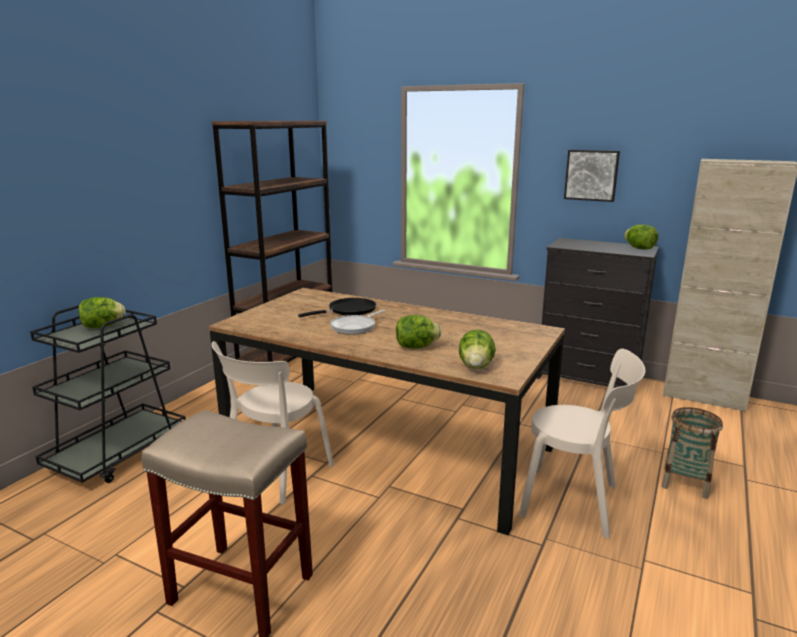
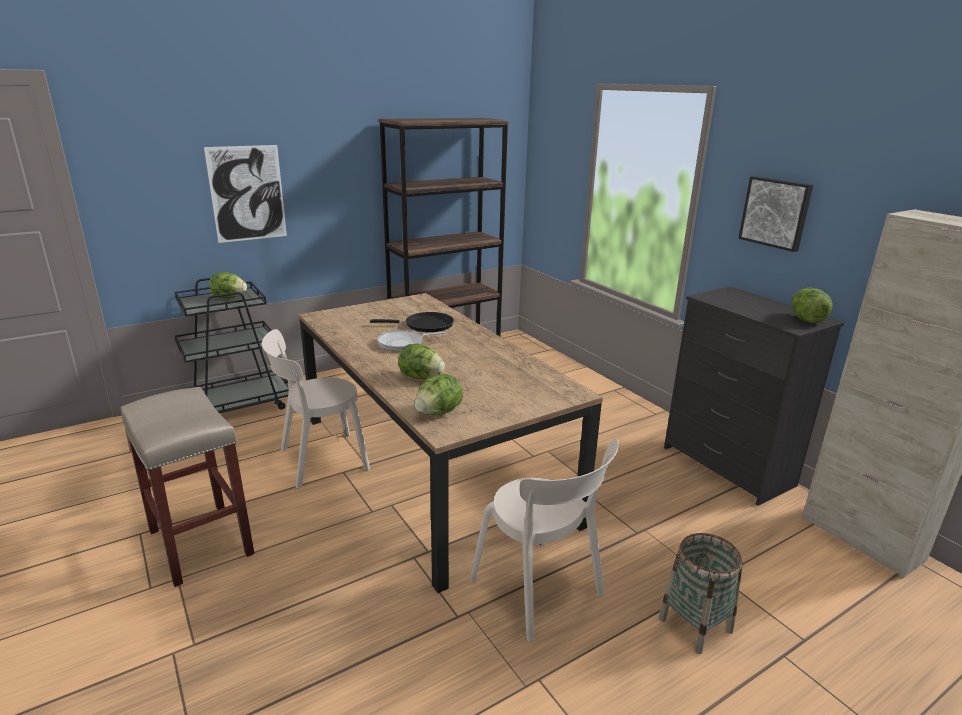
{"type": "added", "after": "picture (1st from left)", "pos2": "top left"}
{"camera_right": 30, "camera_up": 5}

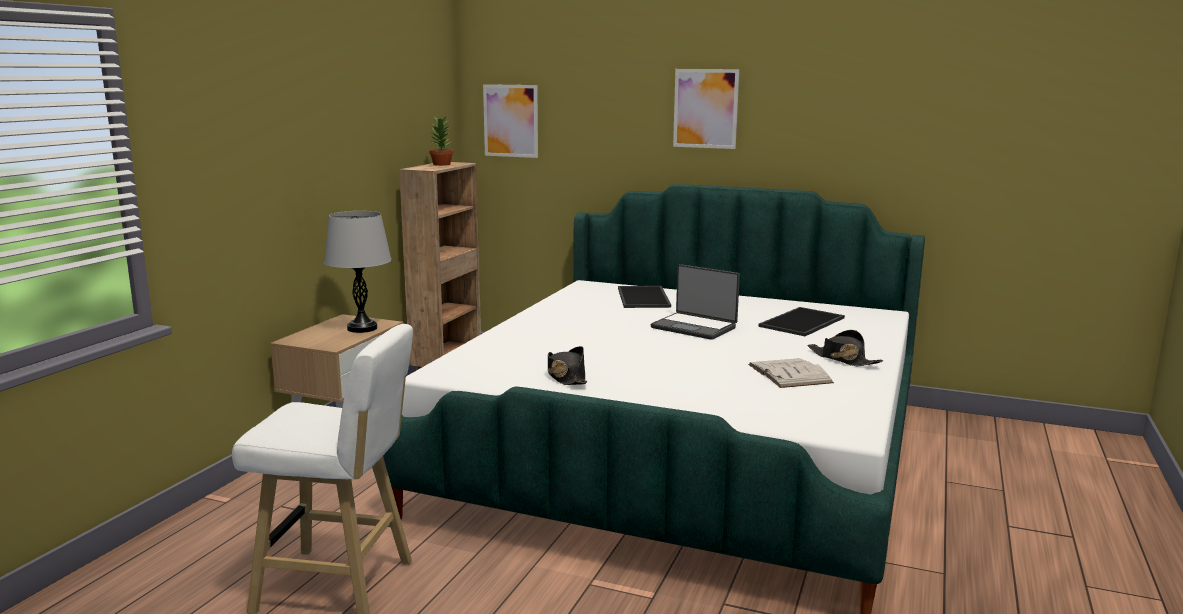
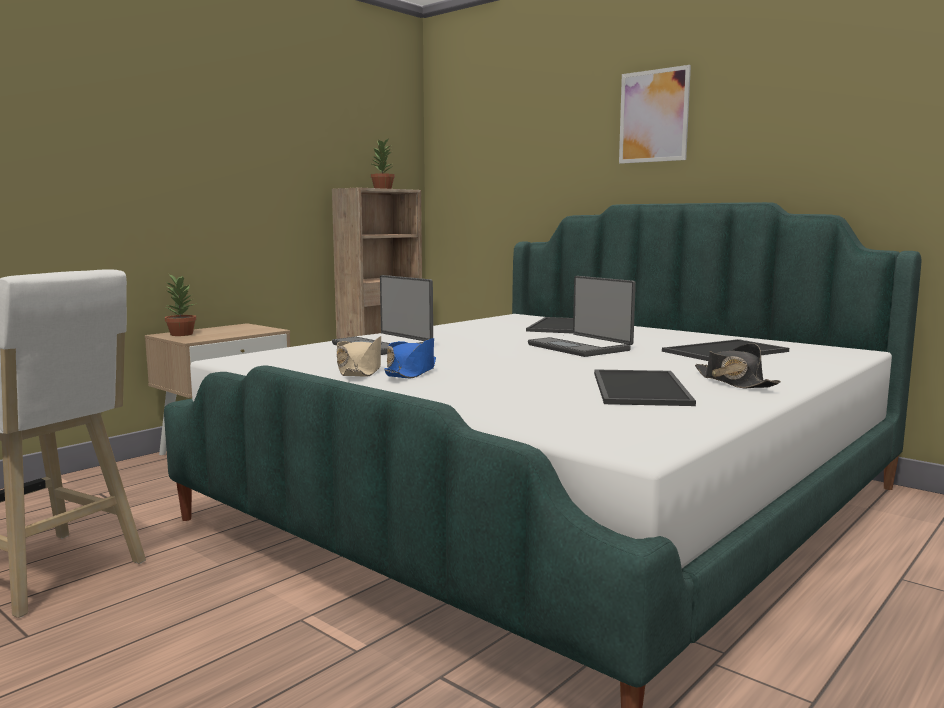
{"type": "removed", "before": "table lamp/gray", "pos1": "middle left"}
{"type": "removed", "before": "picture (1st from left)", "pos1": "top centre"}
{"type": "added", "after": "plant in a pot (1st from left)", "pos2": "middle left"}
{"type": "added", "after": "laptop (1st from left)", "pos2": "centre"}
{"type": "added", "after": "hat/bluish", "pos2": "centre"}
{"type": "replaced", "before": "book/whitish", "after": "tray (2nd from left)", "pos1": "middle right", "pos2": "middle right"}
{"type": "recoloured", "before": "hat/black-coloured (1st from left)", "after": "hat/beige-coloured", "pos1": "centre", "pos2": "centre"}
{"camera_right": 20, "camera_up": -5}

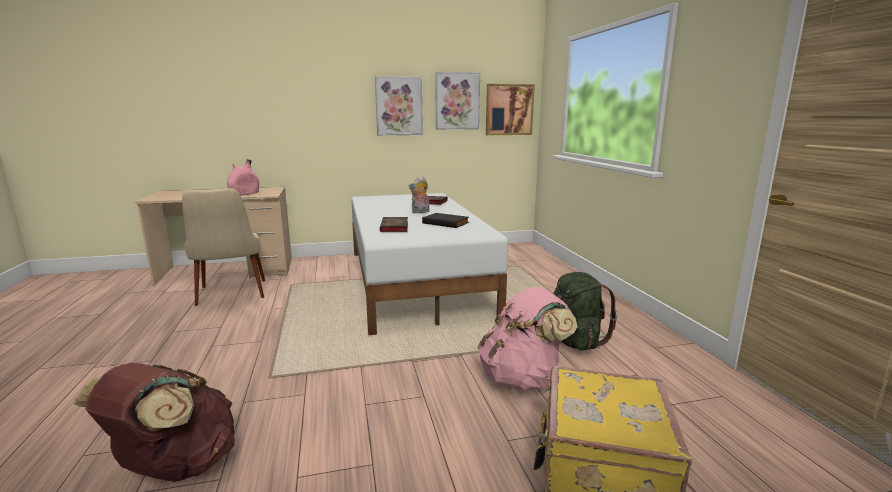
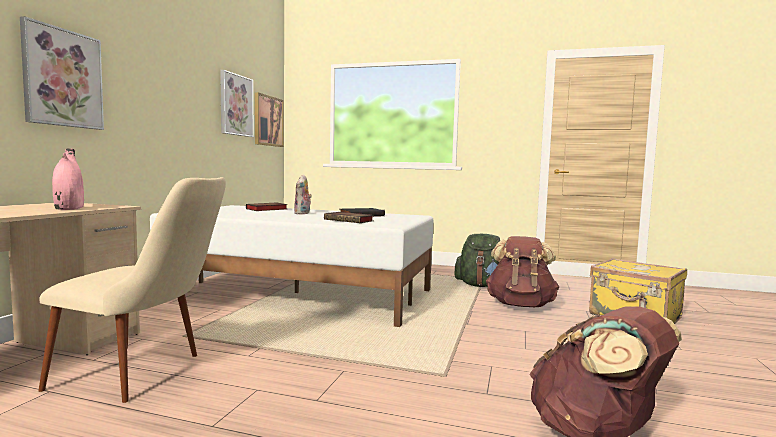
{"type": "moved", "before": "picture (1st from left)", "pos1": "top centre", "pos2": "top left"}
{"type": "recoloured", "before": "rucksack/pink", "after": "rucksack/brown-coloured (1st from left)", "pos1": "bottom centre", "pos2": "middle right"}
{"camera_right": -60, "camera_up": -10}

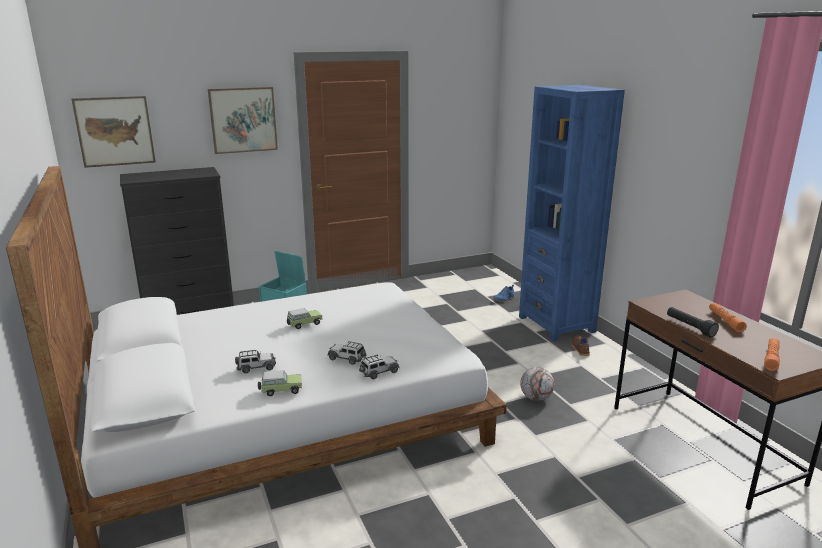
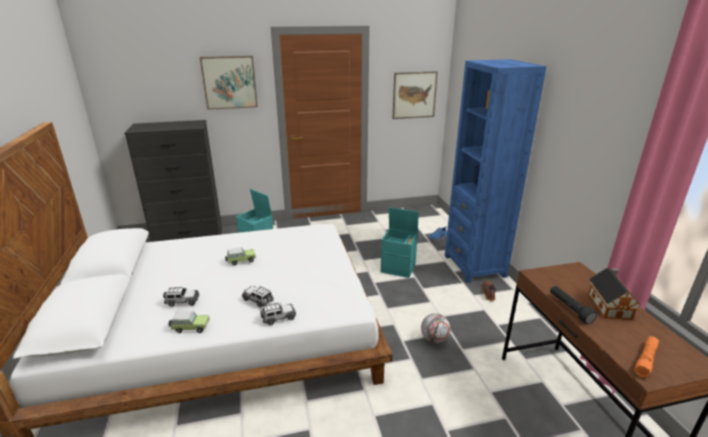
{"type": "added", "after": "storage bin/turquoise-coloured (2nd from left)", "pos2": "centre"}
{"type": "moved", "before": "picture (1st from left in the first image)", "after": "picture (2nd from left)", "pos1": "top left", "pos2": "top centre"}
{"type": "replaced", "before": "flashlight/orangey (1st from left)", "after": "toy house", "pos1": "middle right", "pos2": "bottom right"}
{"camera_right": 10, "camera_up": 5}

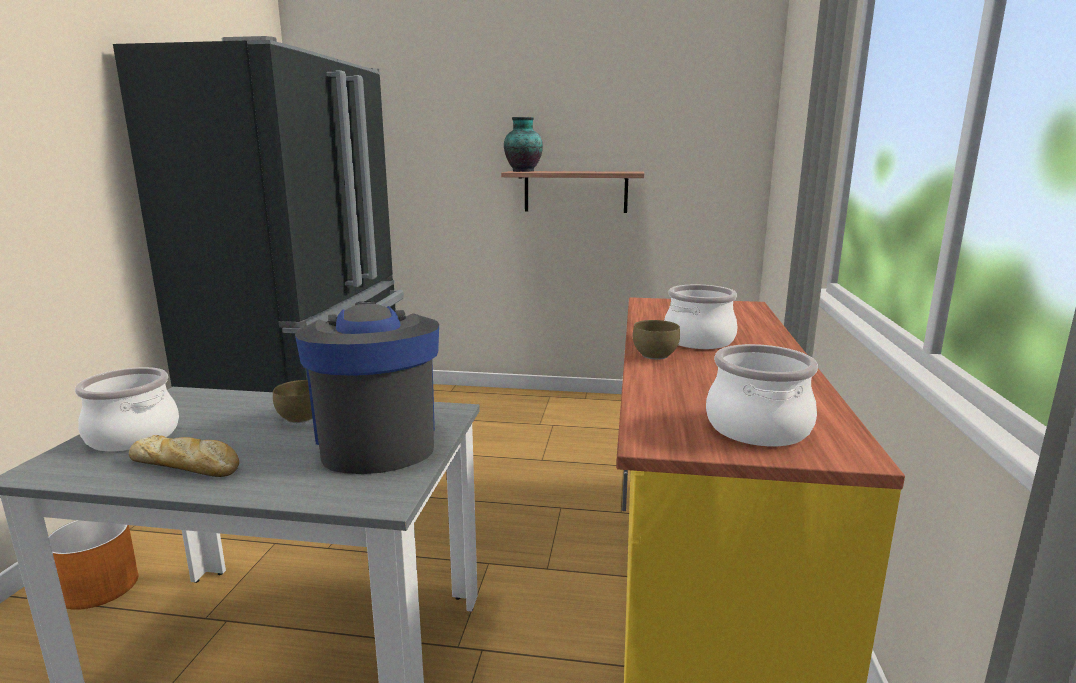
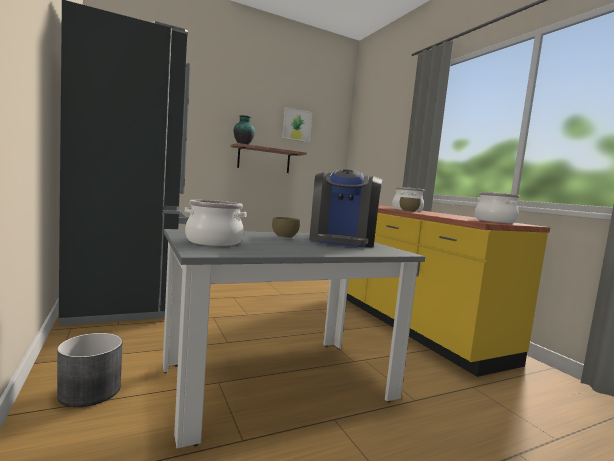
{"type": "removed", "before": "baked bread", "pos1": "bottom left"}
{"type": "added", "after": "picture", "pos2": "top centre"}
{"type": "recoloured", "before": "flower pot/orangey", "after": "flower pot/gray", "pos1": "bottom left", "pos2": "bottom left"}
{"type": "turned", "before": "coffee maker", "pos1": "centre", "pos2": "centre", "turn": -120}
{"camera_right": -35, "camera_up": -10}

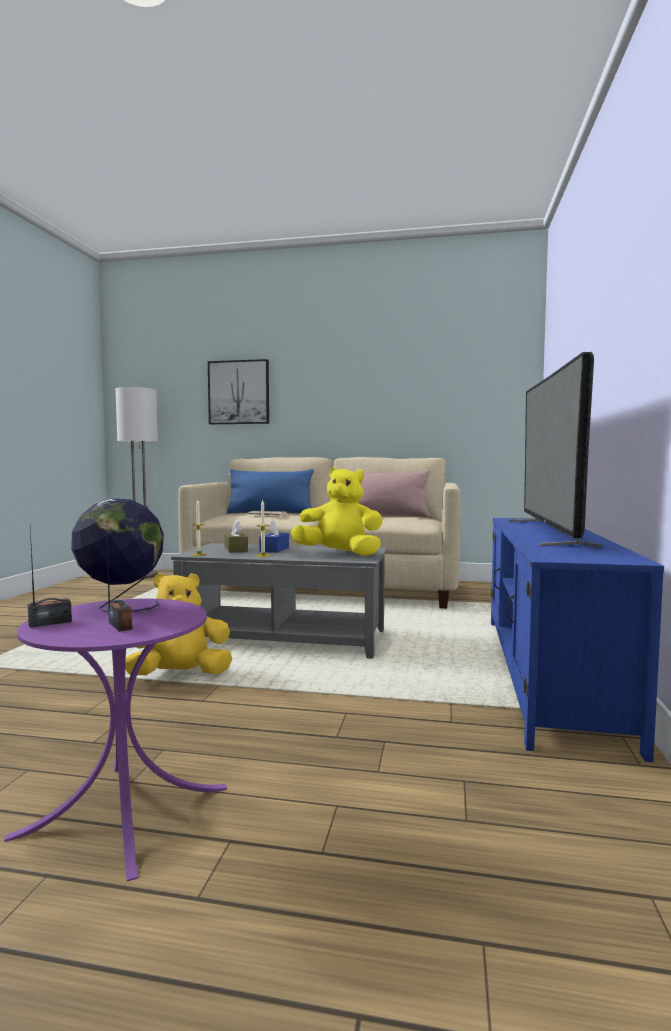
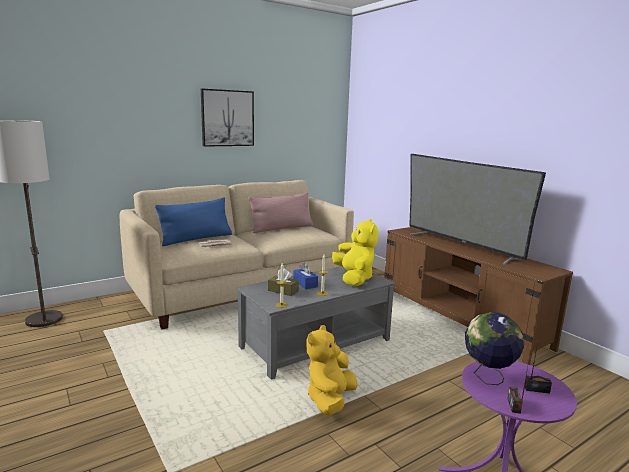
{"type": "moved", "before": "picture", "pos1": "centre", "pos2": "top centre"}
{"type": "recoloured", "before": "tv unit/bluish", "after": "tv unit/brown-coloured", "pos1": "middle right", "pos2": "middle right"}
{"type": "turned", "before": "soft toy/yellow-coloured (2nd from left)", "pos1": "centre", "pos2": "centre", "turn": 105}
{"camera_right": -45, "camera_up": 10}

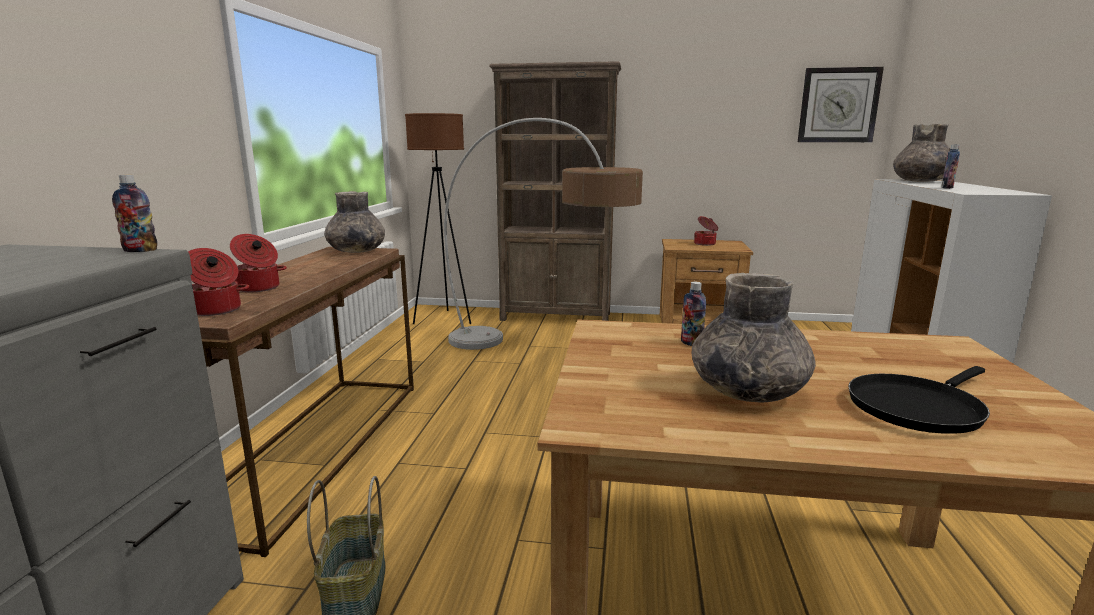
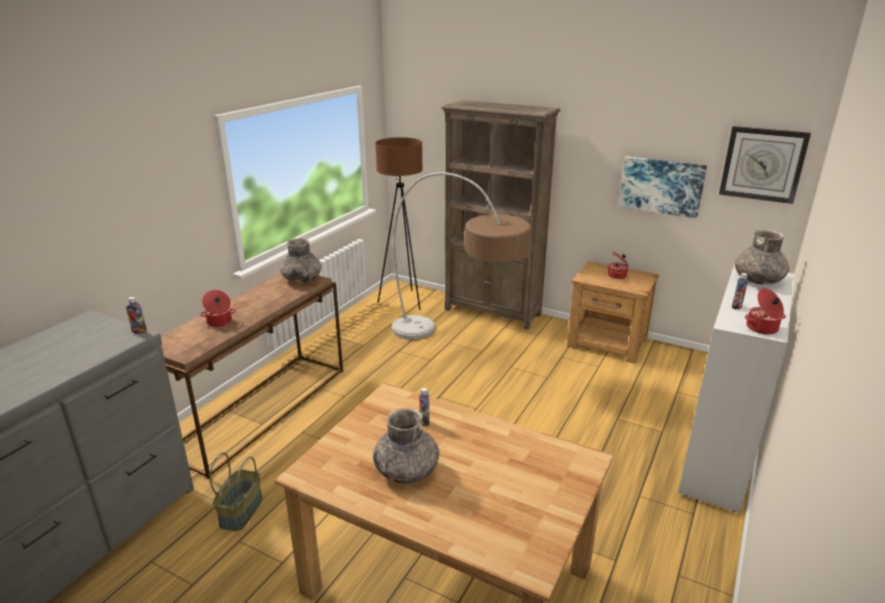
{"type": "removed", "before": "frying pan/black-coloured", "pos1": "middle right"}
{"type": "added", "after": "picture", "pos2": "top right"}
{"type": "moved", "before": "stockpot (1st from left in the first image)", "after": "stockpot (3rd from left)", "pos1": "middle left", "pos2": "middle right"}
{"camera_right": 20, "camera_up": 10}

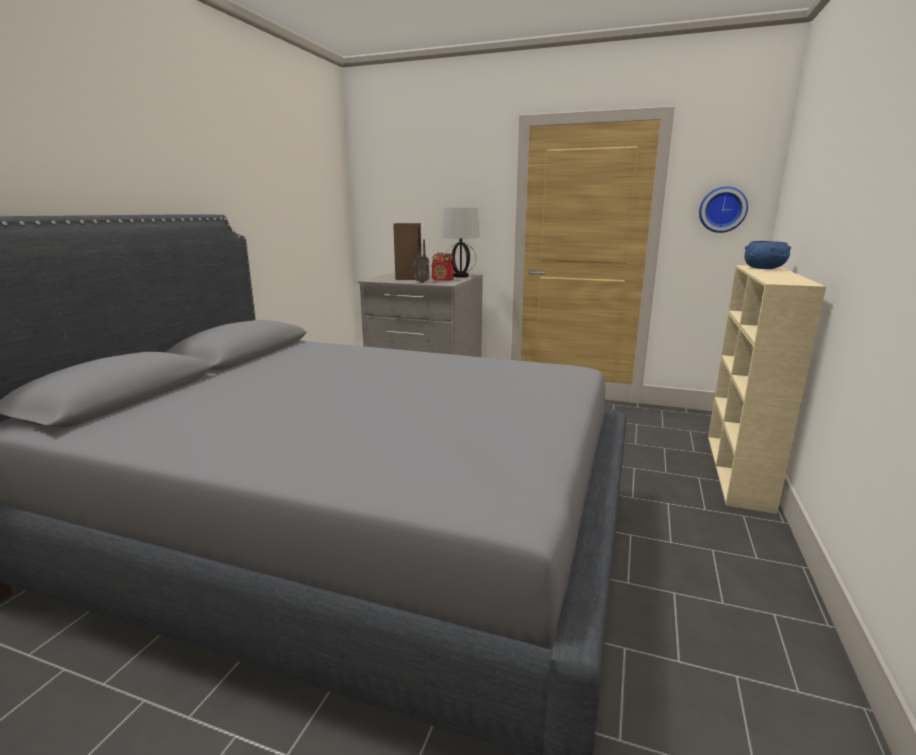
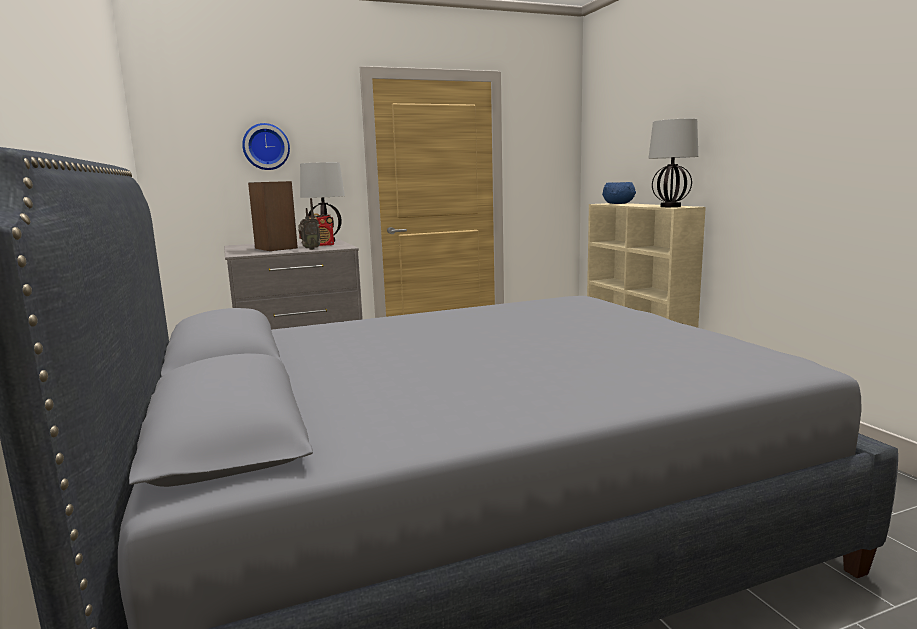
{"type": "added", "after": "table lamp (2nd from left)", "pos2": "top right"}
{"type": "moved", "before": "clock on the wall", "pos1": "top right", "pos2": "top left"}
{"camera_right": -40, "camera_up": -5}

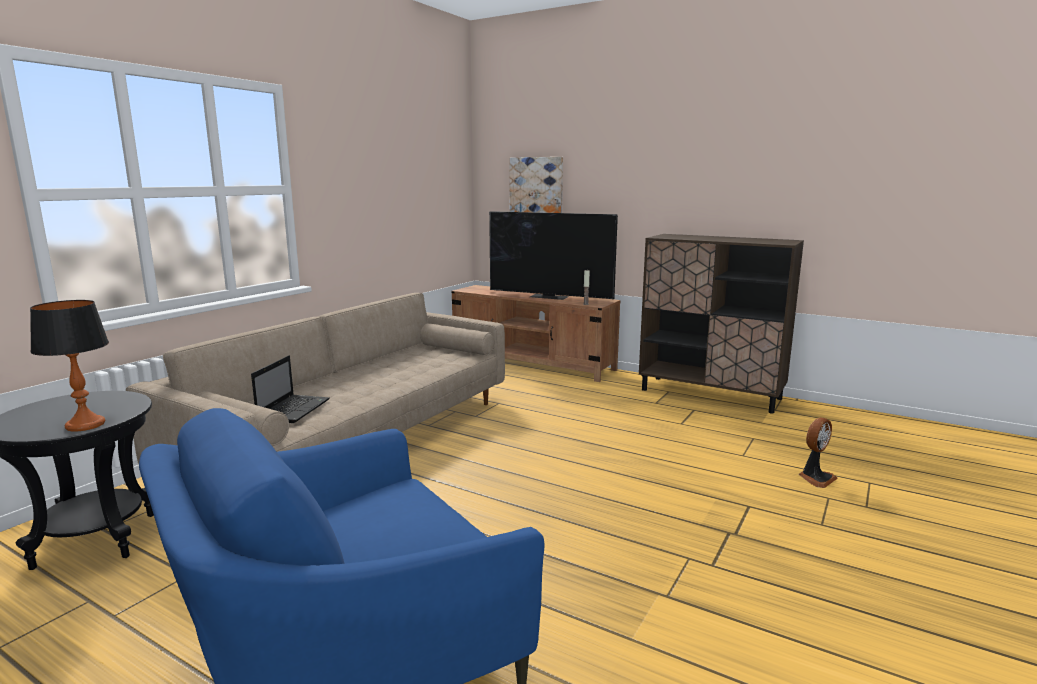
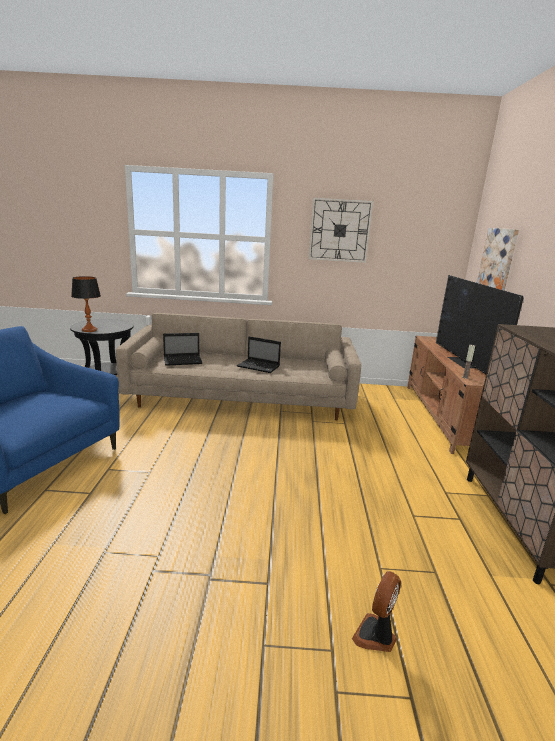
{"type": "added", "after": "laptop (2nd from left)", "pos2": "centre"}
{"type": "added", "after": "clock on the wall", "pos2": "top centre"}
{"type": "turned", "before": "cooling fan", "pos1": "middle right", "pos2": "bottom right", "turn": 105}
{"camera_right": 60, "camera_up": 5}

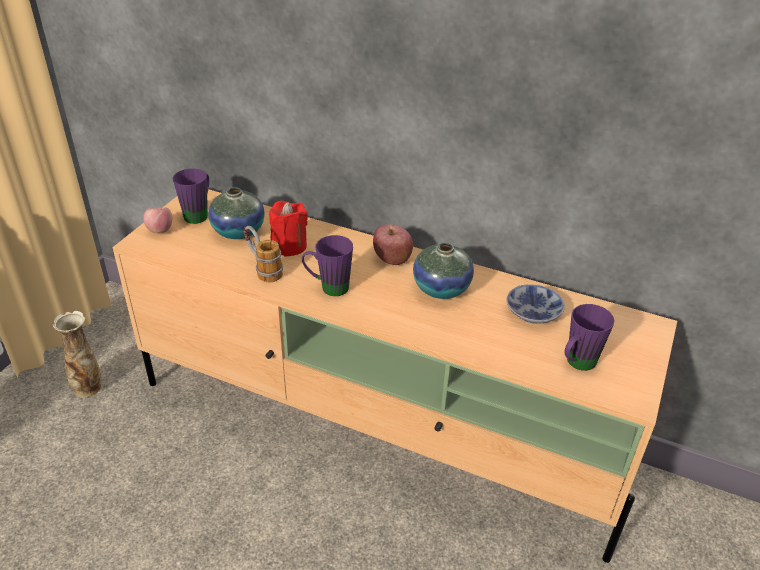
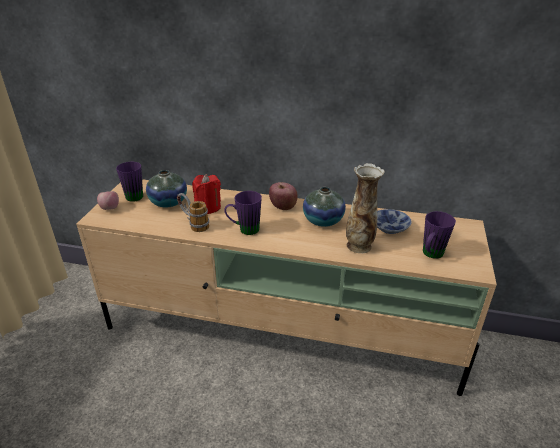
{"type": "moved", "before": "vase (1st from left in the first image)", "after": "vase (3rd from left)", "pos1": "middle left", "pos2": "centre"}
{"camera_right": -10, "camera_up": -5}

